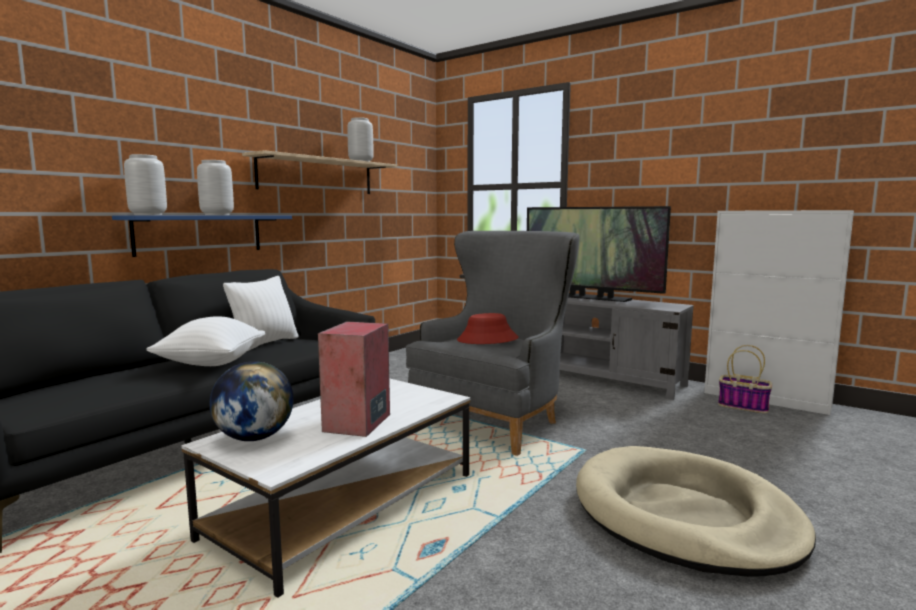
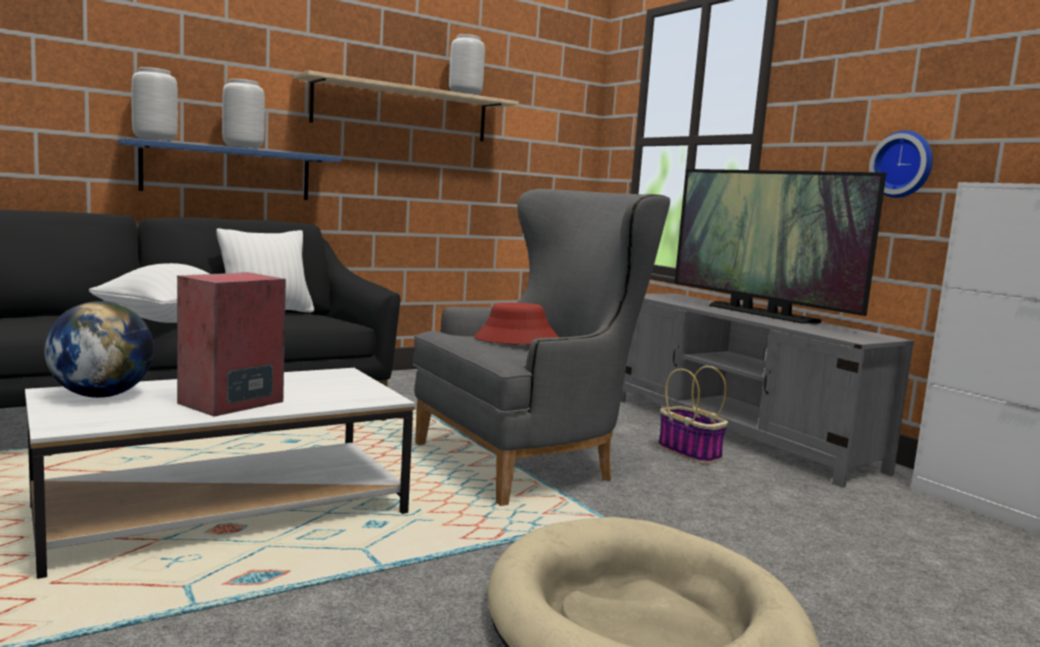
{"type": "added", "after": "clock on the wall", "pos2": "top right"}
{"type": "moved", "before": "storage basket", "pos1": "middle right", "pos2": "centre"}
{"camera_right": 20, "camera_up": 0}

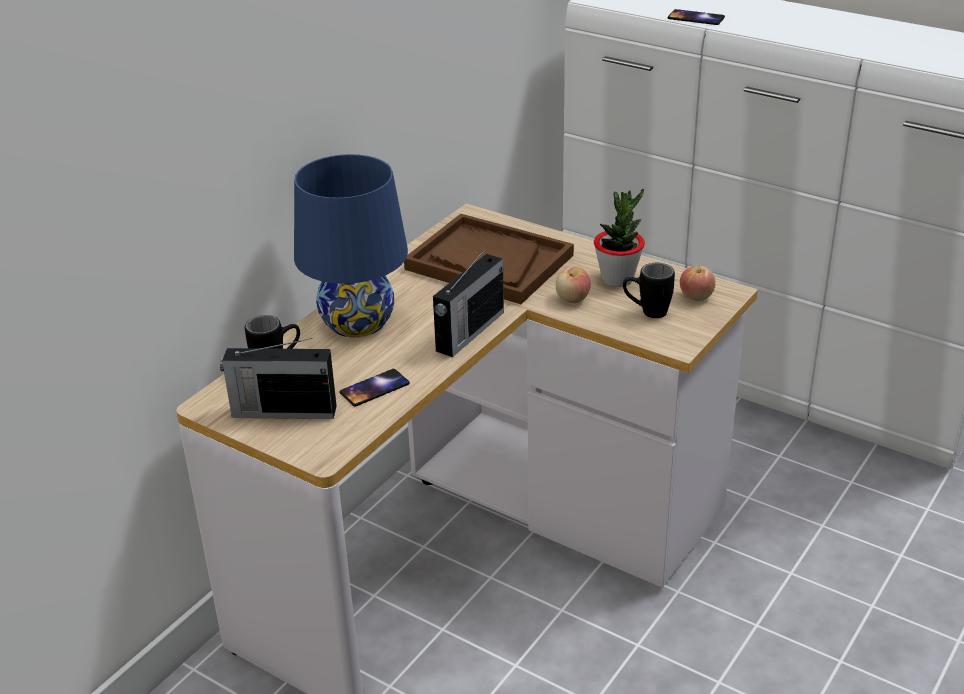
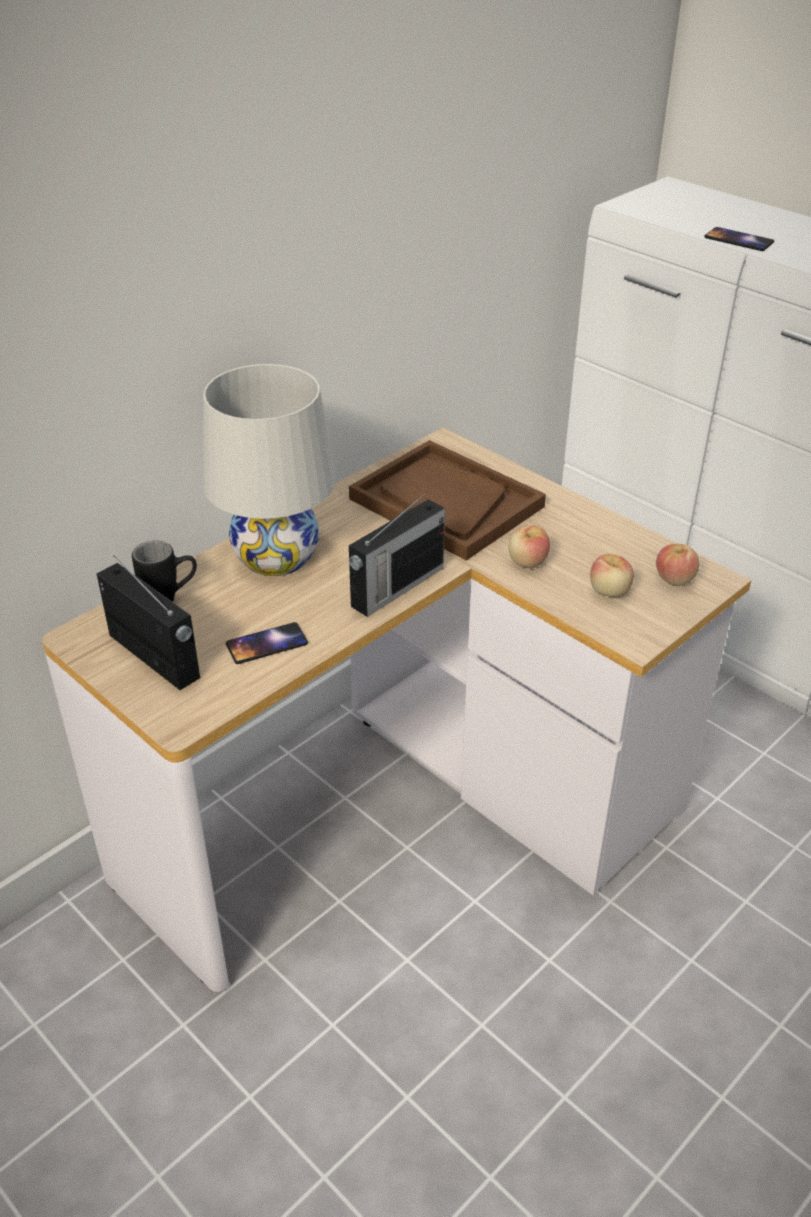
{"type": "removed", "before": "plant in a pot", "pos1": "centre"}
{"type": "replaced", "before": "tea mug/black-coloured (2nd from left)", "after": "apple (2nd from left)", "pos1": "middle right", "pos2": "middle right"}
{"type": "recoloured", "before": "table lamp/bluish", "after": "table lamp/whitish", "pos1": "centre", "pos2": "middle left"}
{"type": "turned", "before": "radio set (1st from left)", "pos1": "middle left", "pos2": "middle left", "turn": -150}
{"camera_right": 10, "camera_up": 5}

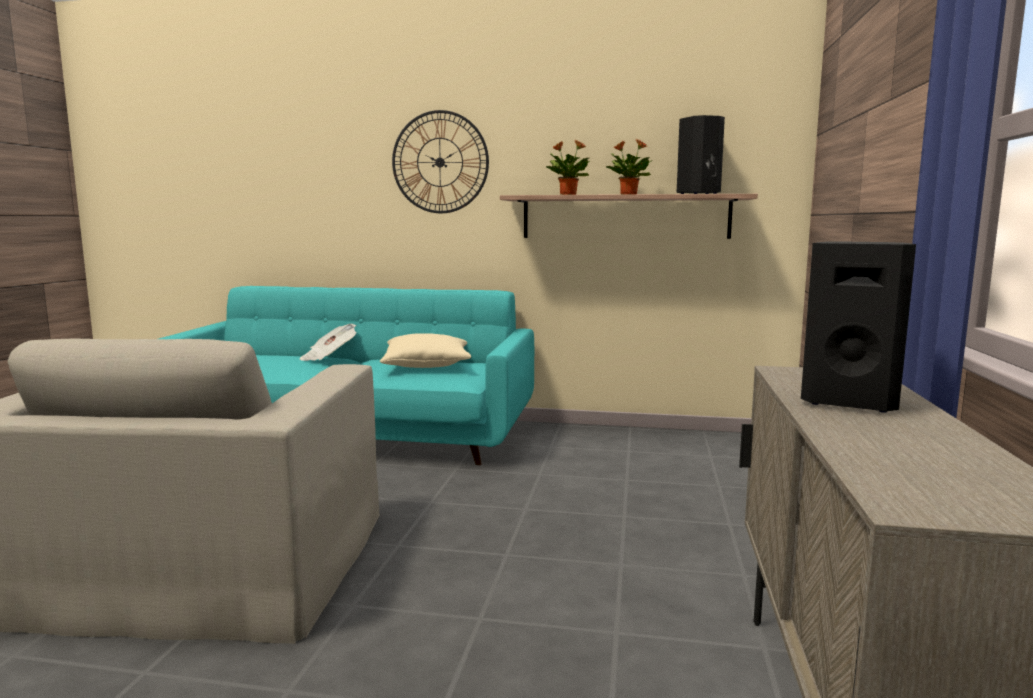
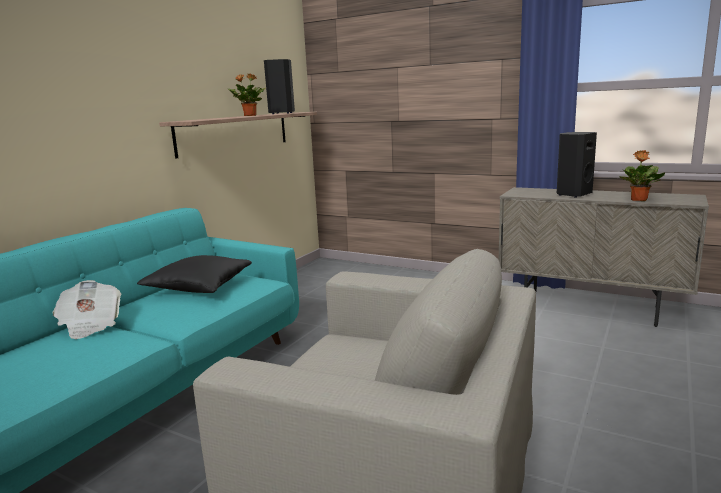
{"type": "removed", "before": "clock on the wall", "pos1": "top centre"}
{"type": "moved", "before": "plant in a pot (1st from left in the first image)", "after": "plant in a pot (2nd from left)", "pos1": "top centre", "pos2": "middle right"}
{"type": "recoloured", "before": "throw pillow/beige-coloured", "after": "throw pillow/black-coloured", "pos1": "centre", "pos2": "middle left"}
{"camera_right": -70, "camera_up": 5}

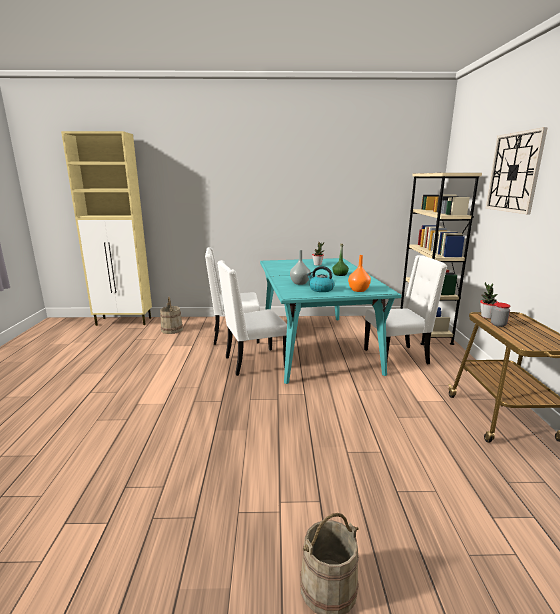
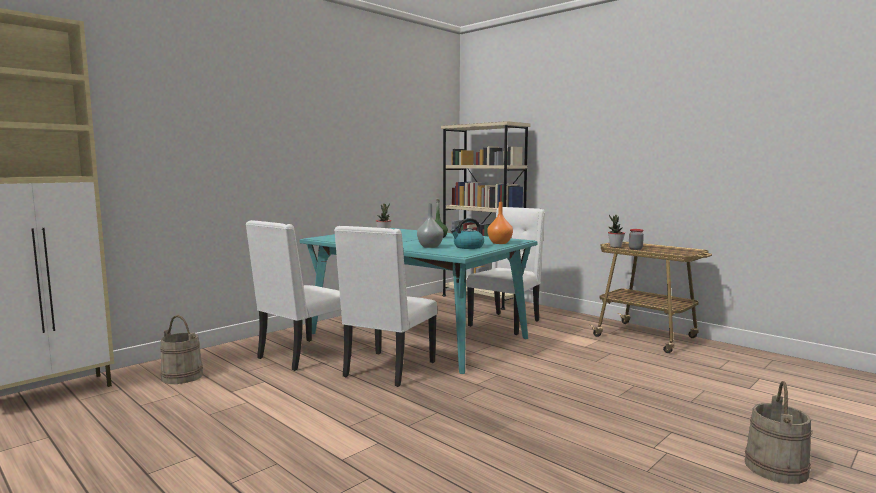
{"type": "removed", "before": "clock on the wall", "pos1": "top right"}
{"camera_right": -45, "camera_up": -10}

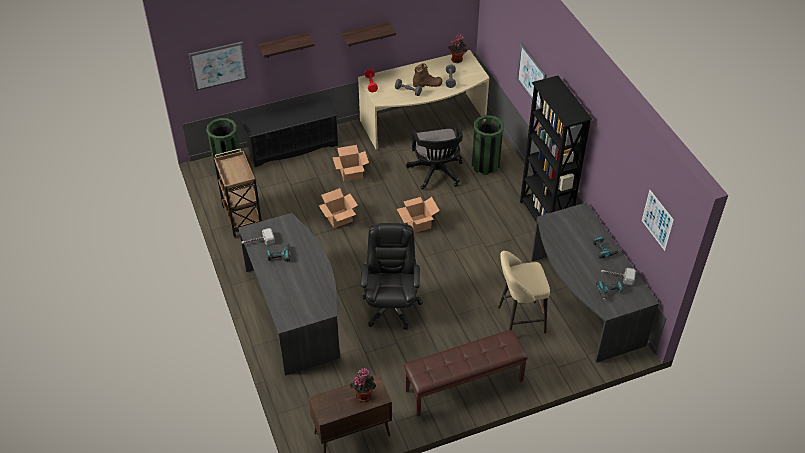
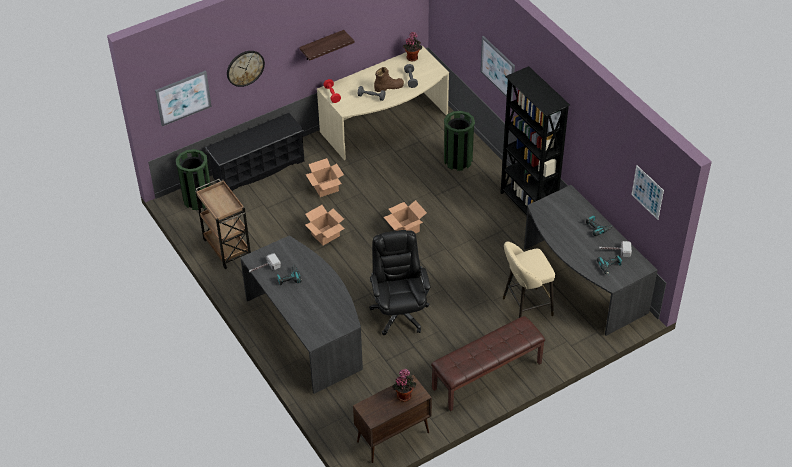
{"type": "removed", "before": "desk chair/black-coloured (2nd from left)", "pos1": "centre"}
{"type": "replaced", "before": "wall shelf (1st from left)", "after": "clock on the wall", "pos1": "top centre", "pos2": "top left"}
{"camera_right": -10, "camera_up": 0}

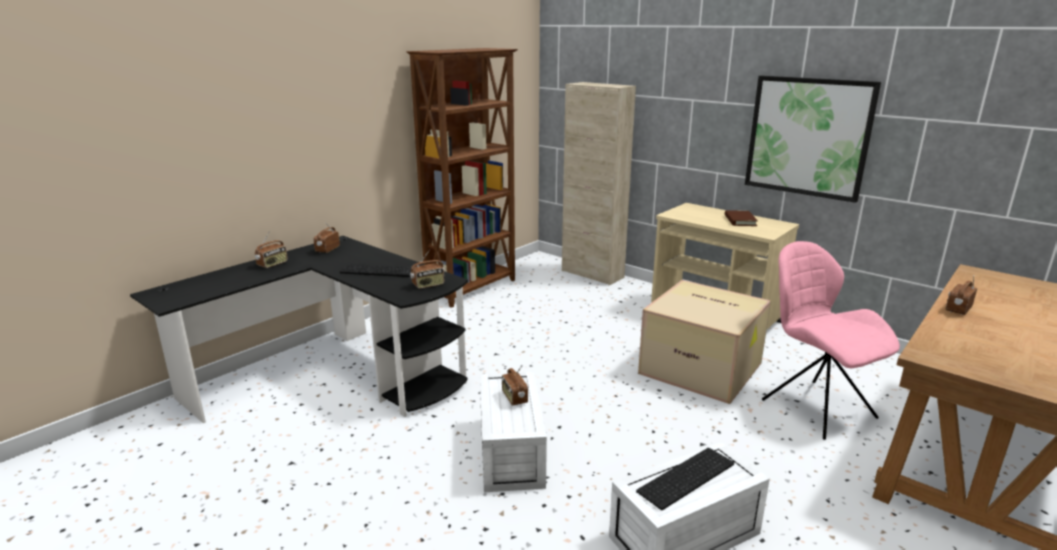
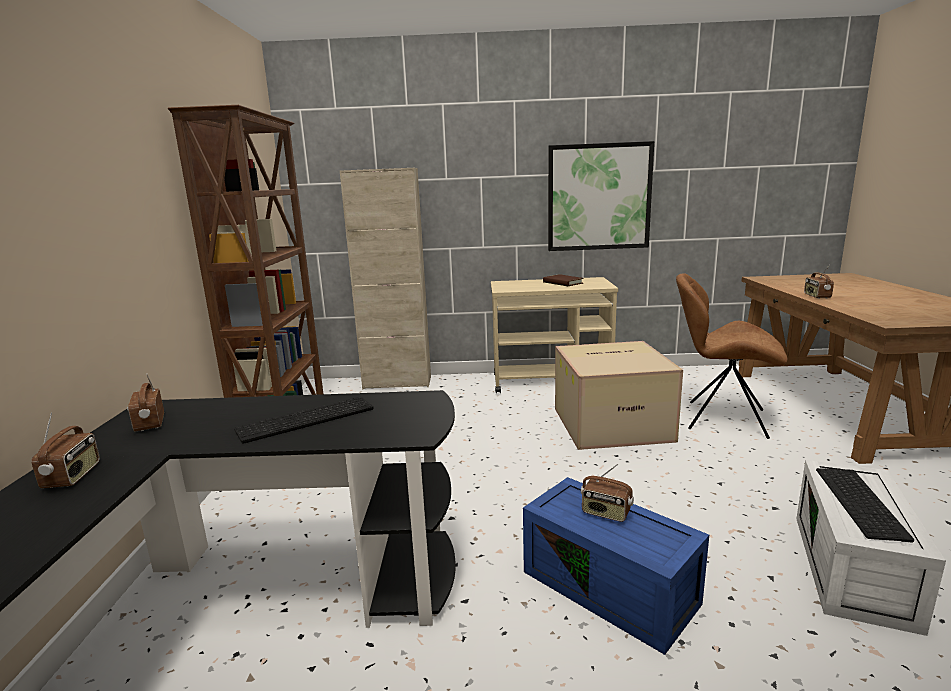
{"type": "removed", "before": "radio set (3rd from left)", "pos1": "centre"}
{"type": "recoloured", "before": "storage bin/whitish (1st from left)", "after": "storage bin/bluish", "pos1": "bottom centre", "pos2": "bottom centre"}
{"type": "recoloured", "before": "plain chair/pink", "after": "plain chair/brown-coloured", "pos1": "middle right", "pos2": "middle right"}
{"camera_right": -40, "camera_up": -5}

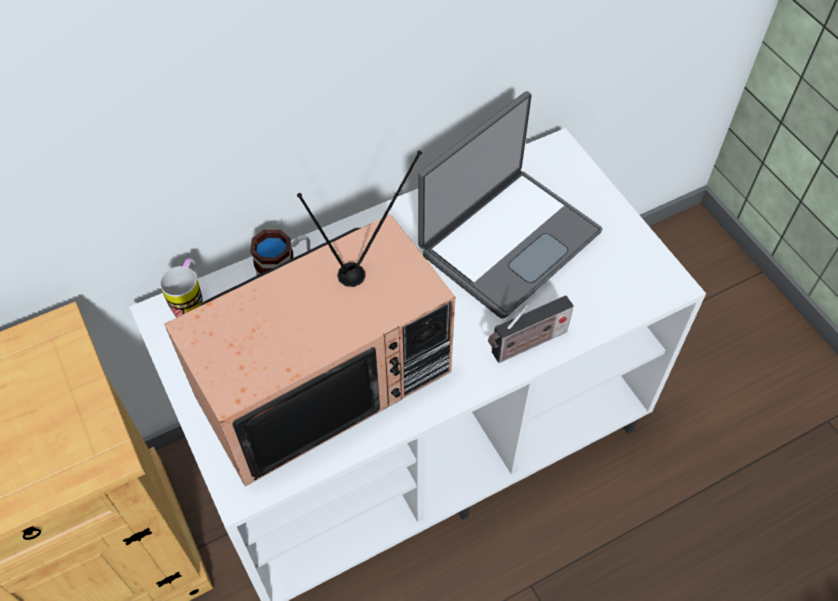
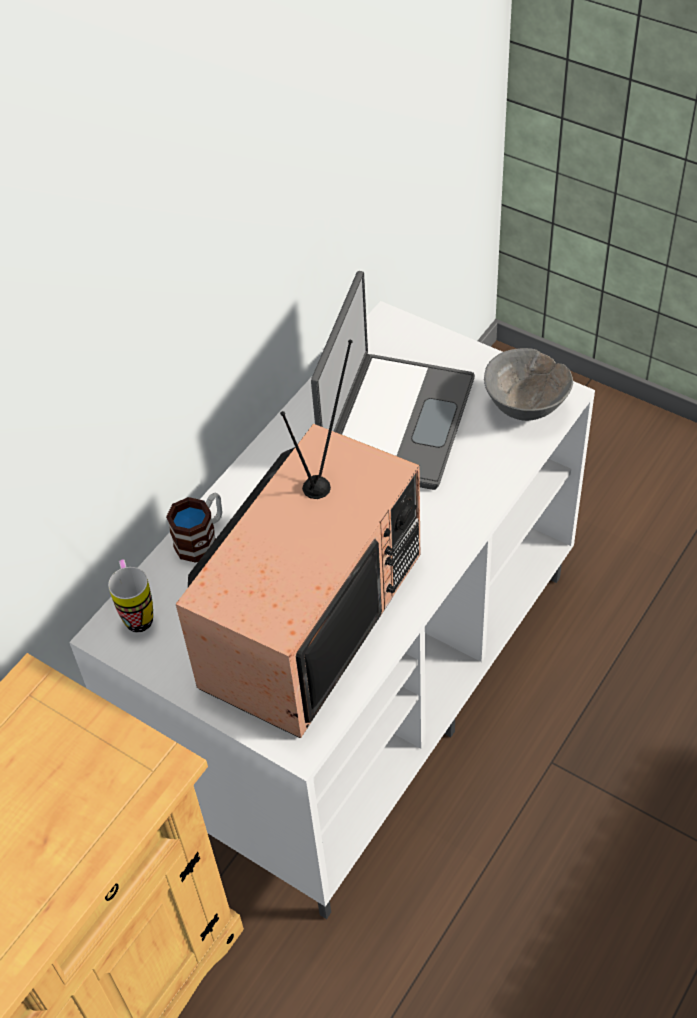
{"type": "removed", "before": "radio set", "pos1": "centre"}
{"type": "added", "after": "serving bowl/gray", "pos2": "middle right"}
{"camera_right": -25, "camera_up": -5}

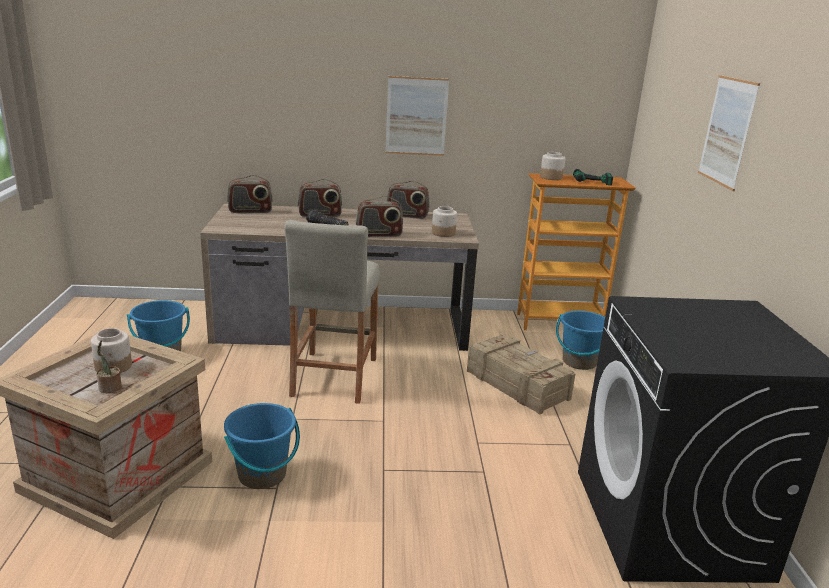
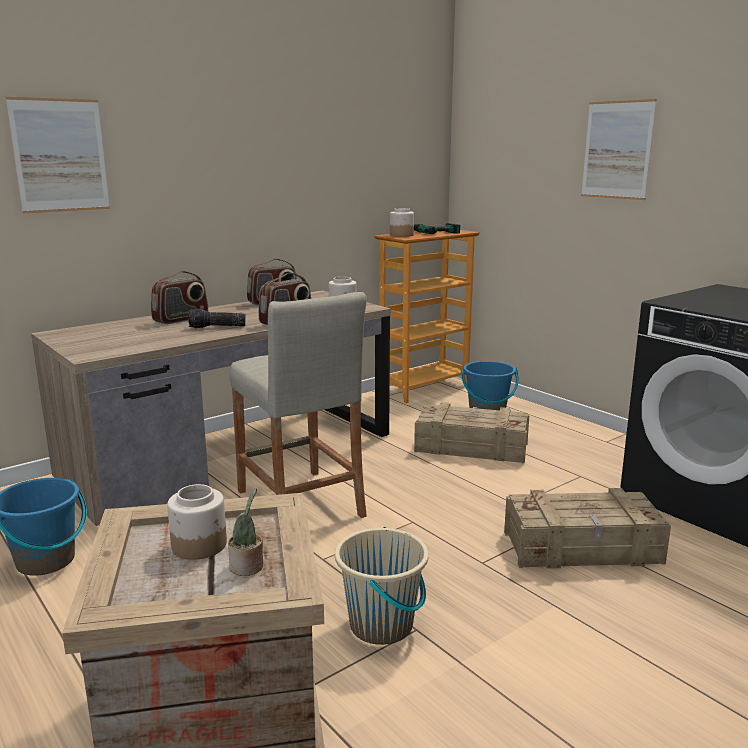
{"type": "removed", "before": "radio set (1st from left)", "pos1": "top left"}
{"type": "added", "after": "packing crate (3rd from left)", "pos2": "bottom right"}
{"type": "moved", "before": "picture (1st from left)", "pos1": "top centre", "pos2": "top left"}
{"type": "recoloured", "before": "bucket/bluish (2nd from left)", "after": "bucket/beige-coloured", "pos1": "bottom left", "pos2": "bottom centre"}
{"camera_right": -35, "camera_up": -5}

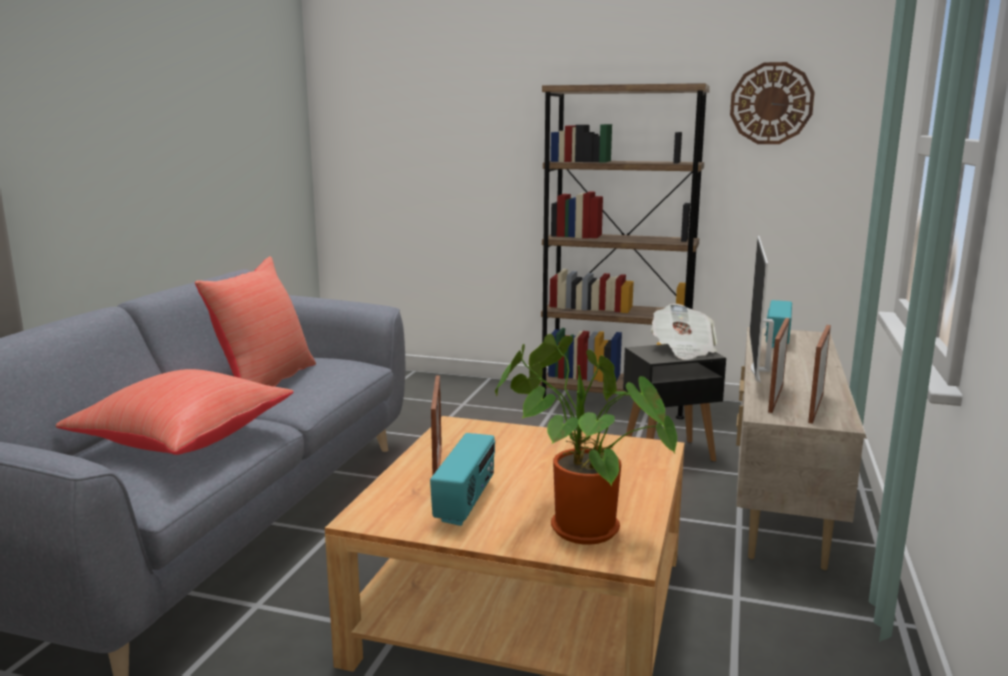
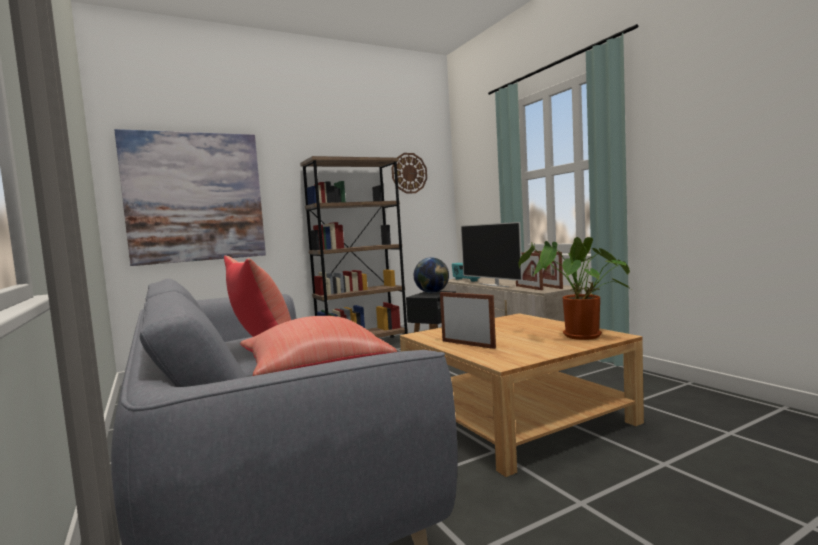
{"type": "removed", "before": "radio set (1st from left)", "pos1": "bottom centre"}
{"type": "added", "after": "picture", "pos2": "middle left"}
{"type": "replaced", "before": "daily paper", "after": "globe", "pos1": "middle right", "pos2": "centre"}
{"camera_right": -45, "camera_up": -10}

